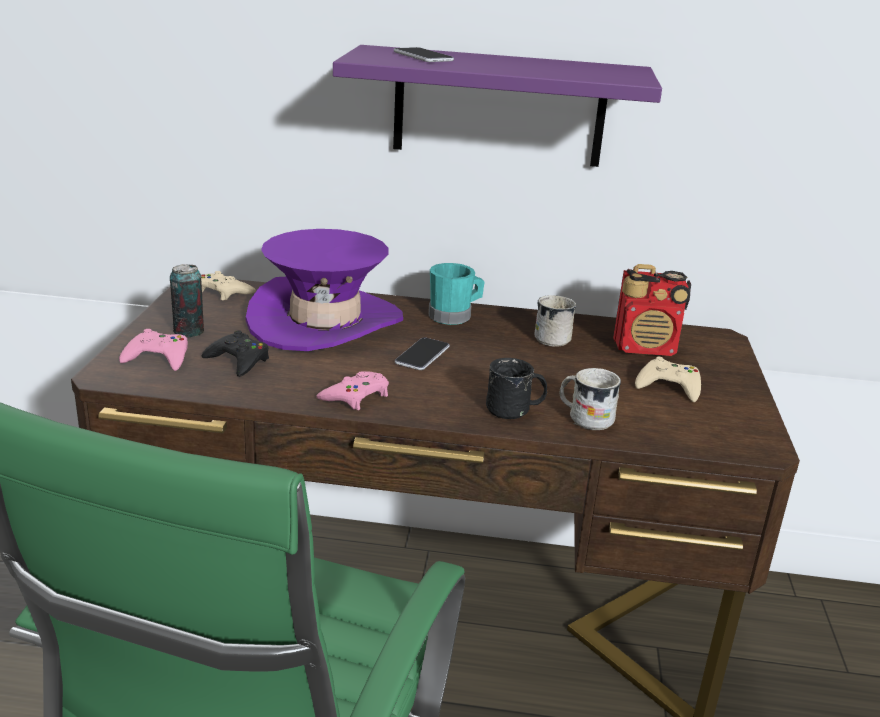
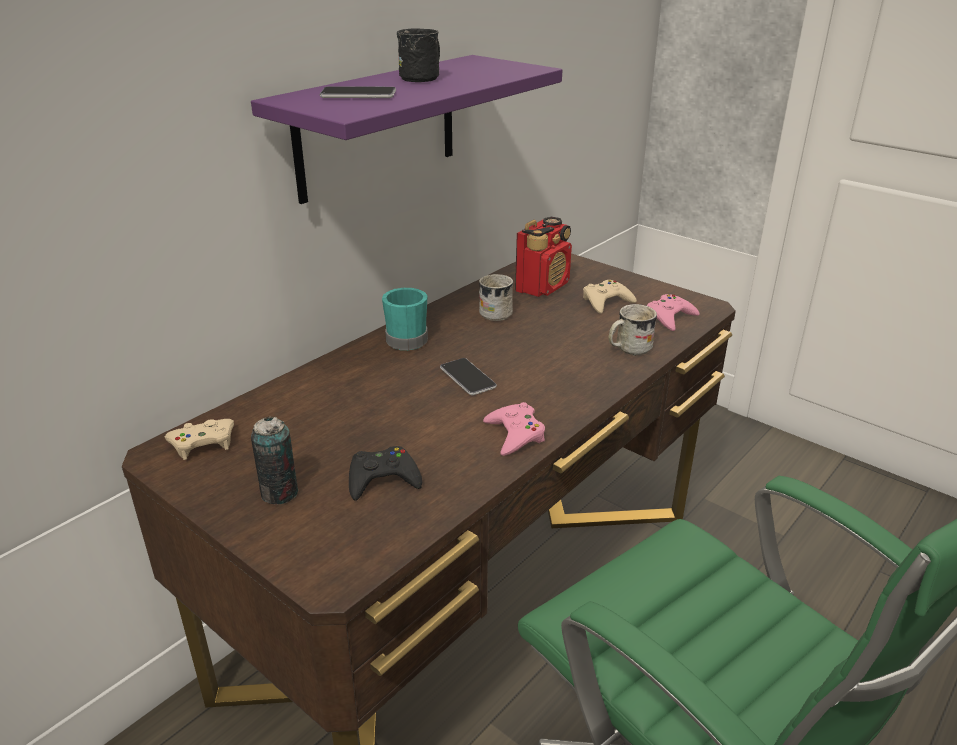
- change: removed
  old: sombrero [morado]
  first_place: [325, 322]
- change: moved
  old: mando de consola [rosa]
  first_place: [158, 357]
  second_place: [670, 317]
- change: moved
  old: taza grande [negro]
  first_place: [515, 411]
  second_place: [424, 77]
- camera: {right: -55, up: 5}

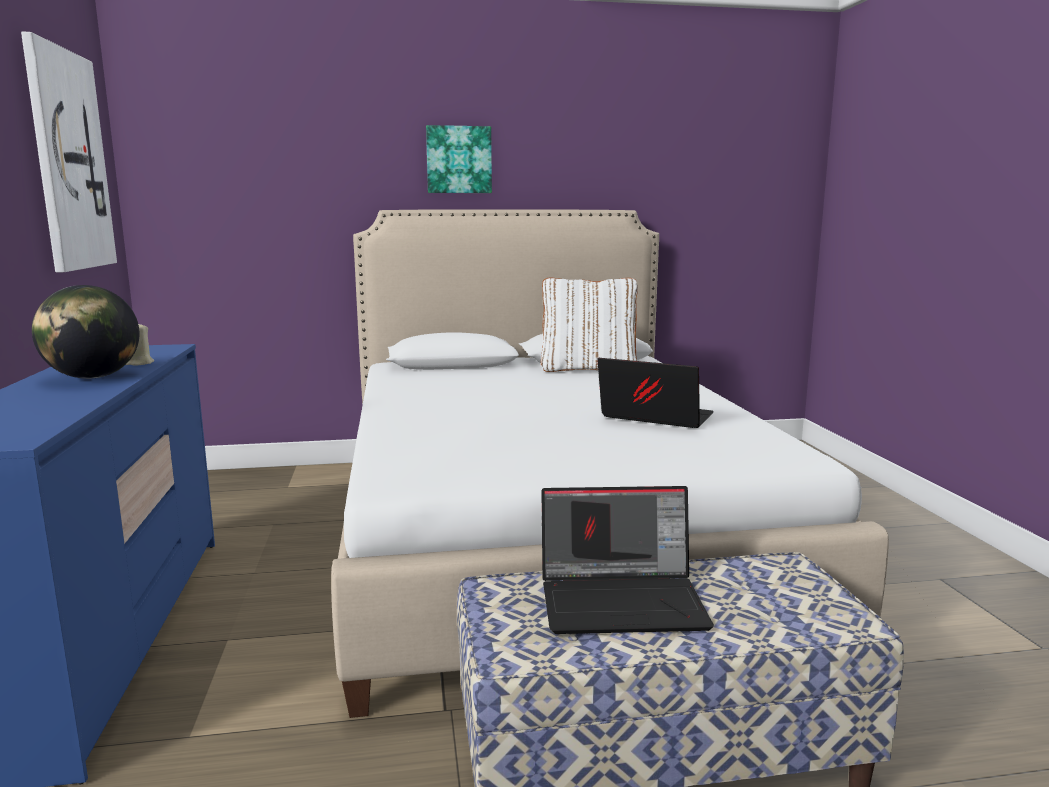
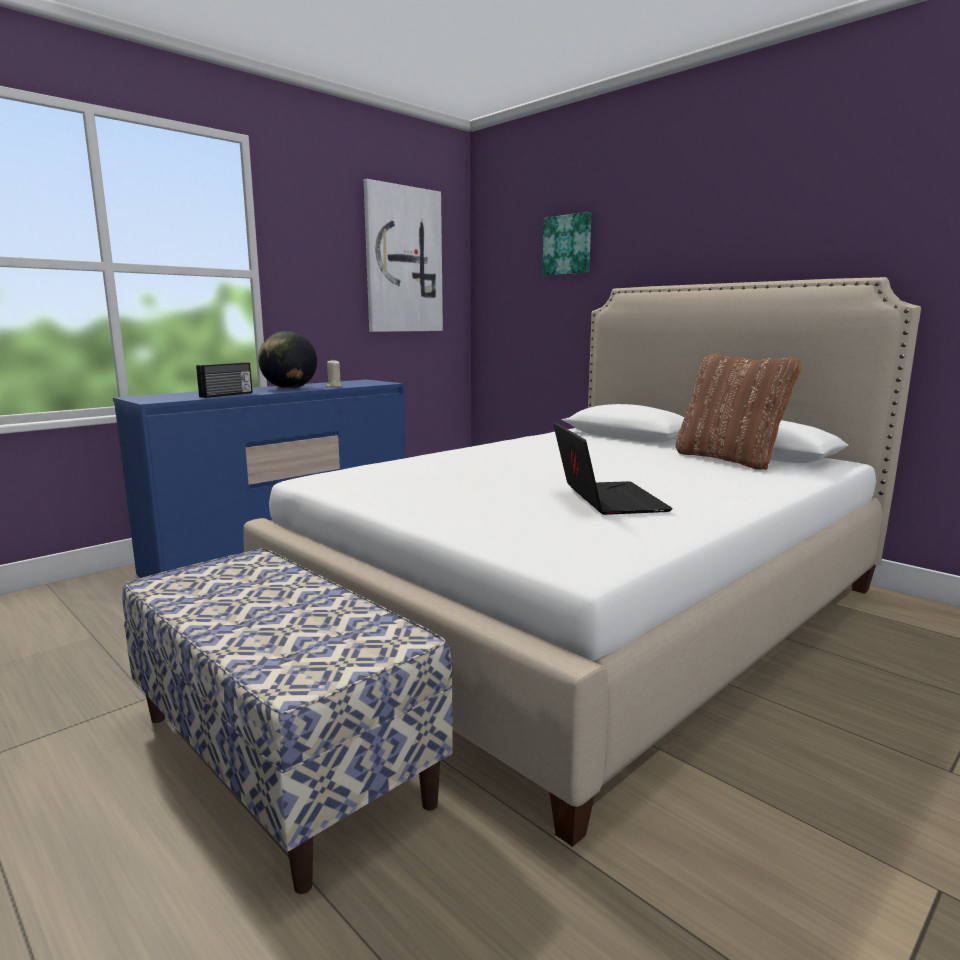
- change: removed
  old: portátil
  first_place: [623, 600]
- change: added
  new: radio
  second_place: [227, 395]
- change: moved
  old: cuadro
  first_place: [459, 160]
  second_place: [568, 245]
- change: recoloured
  old: cojín [blanco]
  new: cojín [marrón]
  first_place: [588, 369]
  second_place: [729, 459]
- camera: {right: 55, up: 0}

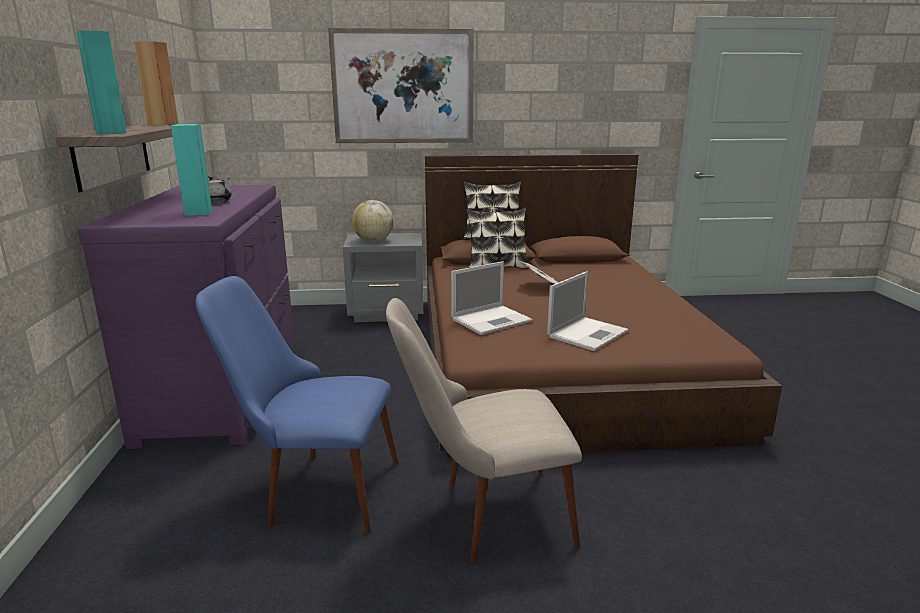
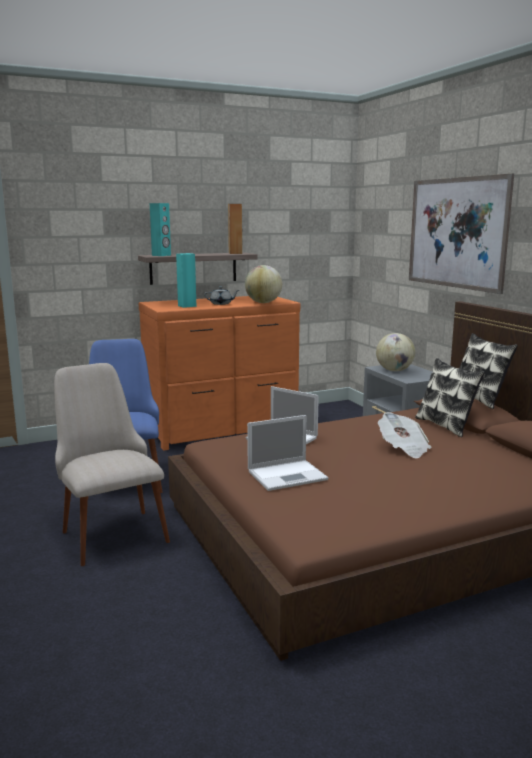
- change: added
  new: globo terráqueo
  second_place: [263, 303]
- change: recoloured
  old: cómoda [morado]
  new: cómoda [naranja]
  first_place: [226, 389]
  second_place: [223, 430]
- change: turned
  old: portátil
  first_place: [588, 333]
  second_place: [288, 475]
  degrees: -45
- camera: {right: 70, up: -5}

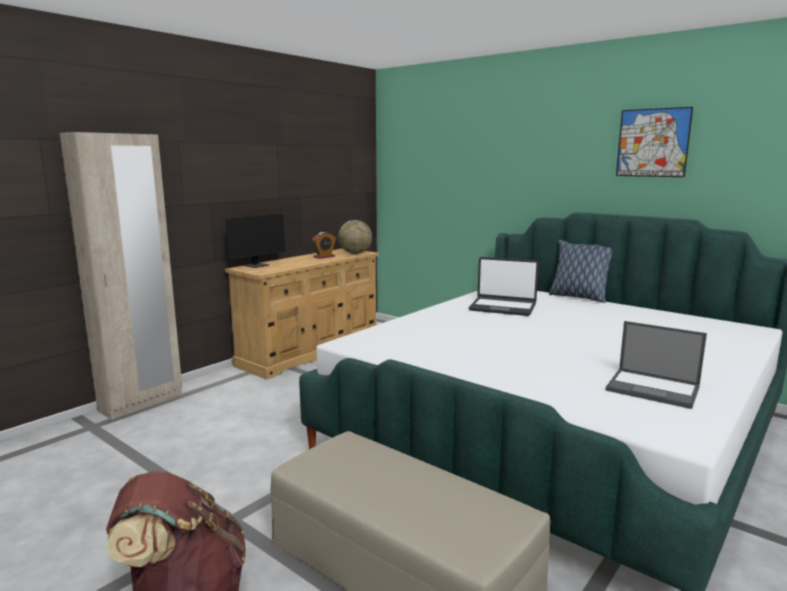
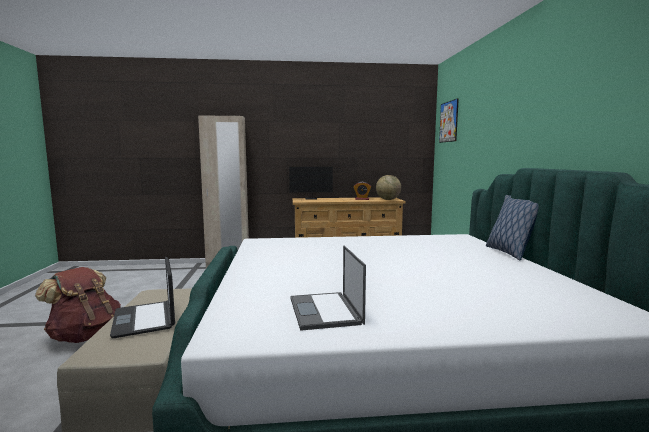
- change: moved
  old: portátil
  first_place: [502, 307]
  second_place: [145, 319]
- change: moved
  old: cuadro
  first_place: [652, 143]
  second_place: [448, 121]
- camera: {right: 45, up: -5}

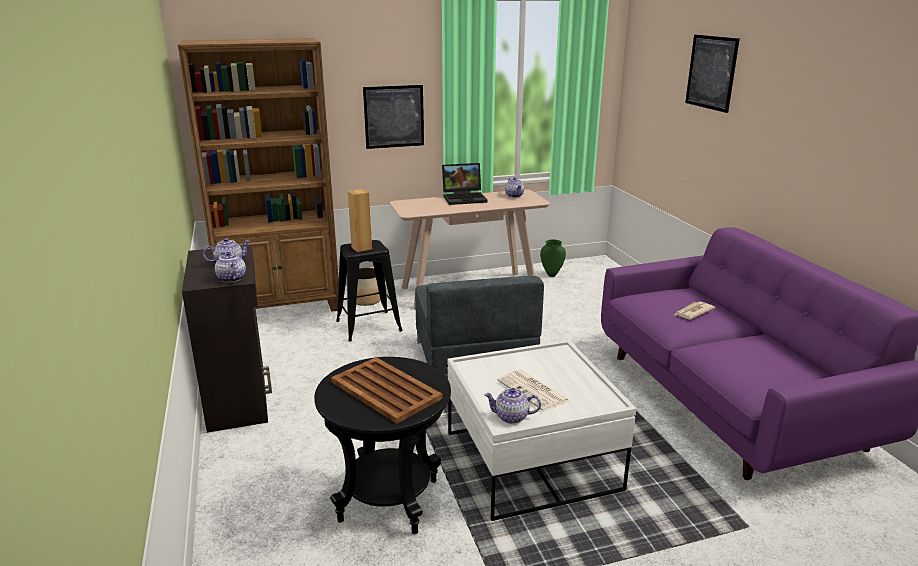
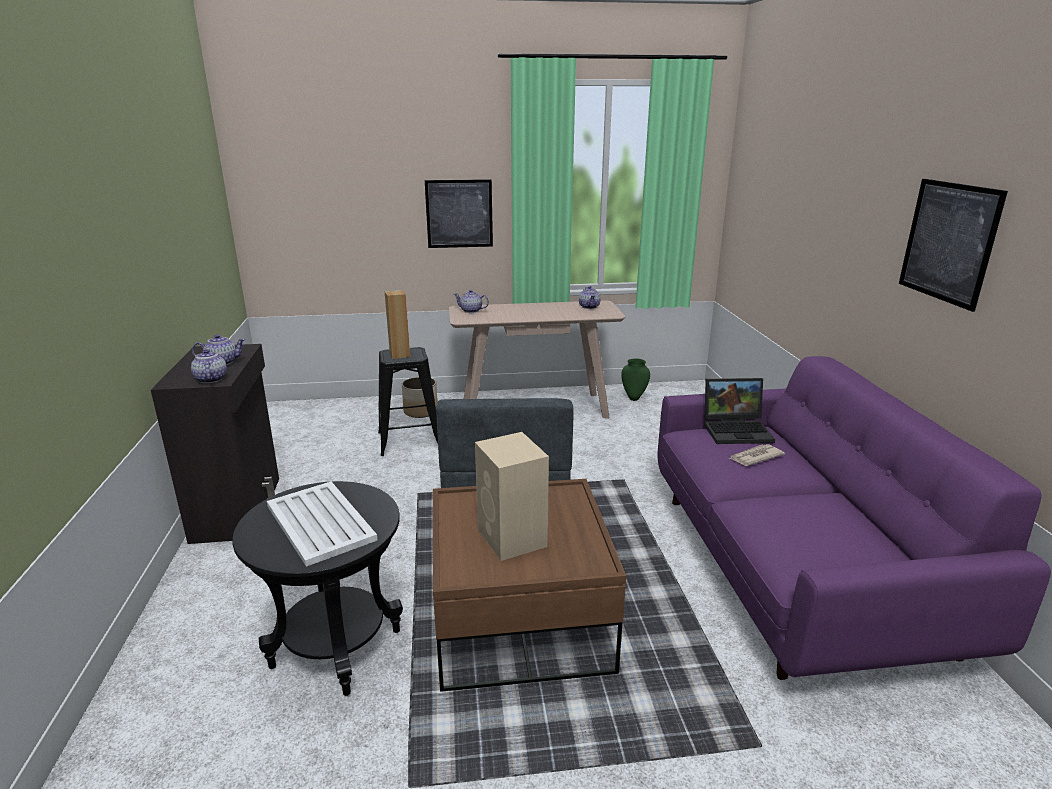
- change: removed
  old: estantería [marrón]
  first_place: [282, 307]
- change: moved
  old: portátil
  first_place: [465, 198]
  second_place: [737, 430]
- change: moved
  old: tetera
  first_place: [512, 417]
  second_place: [471, 311]
- change: moved
  old: cuadro
  first_place: [711, 72]
  second_place: [948, 242]
- change: replaced
  old: periódico
  new: altavoz [beis]
  first_place: [534, 391]
  second_place: [512, 539]
- change: recoloured
  old: bandeja [marrón]
  new: bandeja [blanco]
  first_place: [386, 390]
  second_place: [320, 523]
- change: recoloured
  old: mesa de centro [blanco]
  new: mesa de centro [marrón]
  first_place: [532, 461]
  second_place: [520, 620]
- camera: {right: 10, up: 0}

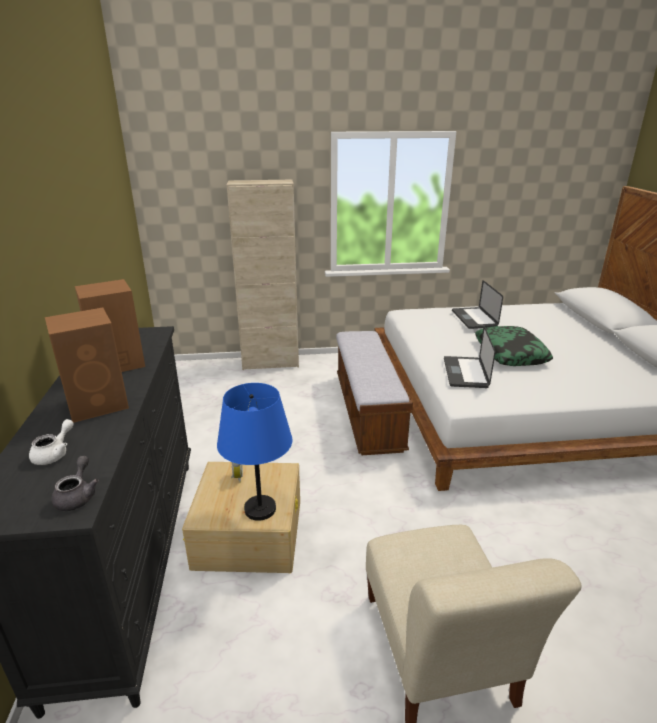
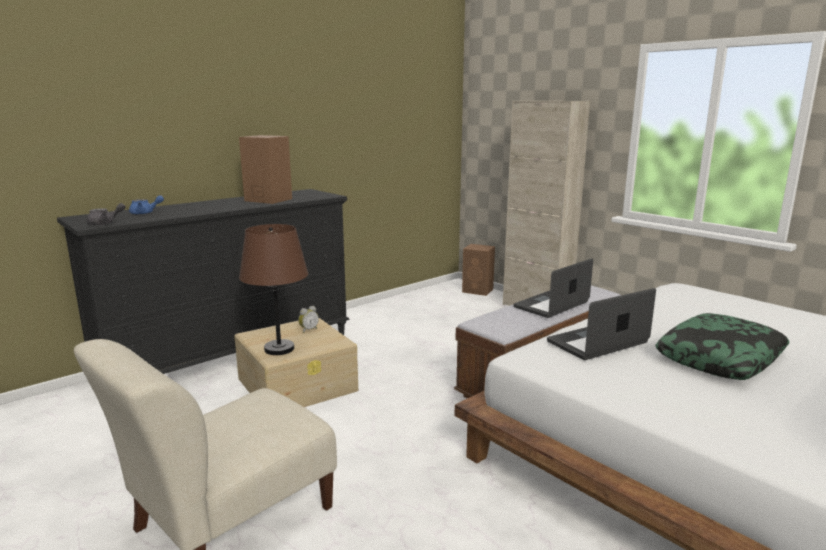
- change: moved
  old: altavoz [marrón]
  first_place: [99, 404]
  second_place: [478, 290]
- change: moved
  old: portátil
  first_place: [474, 319]
  second_place: [551, 305]
- change: recoloured
  old: tetera [blanco]
  new: tetera [azul]
  first_place: [55, 454]
  second_place: [145, 213]
- change: recoloured
  old: lámpara de mesa [azul]
  new: lámpara de mesa [marrón]
  first_place: [260, 508]
  second_place: [279, 349]
- camera: {right: 55, up: -10}

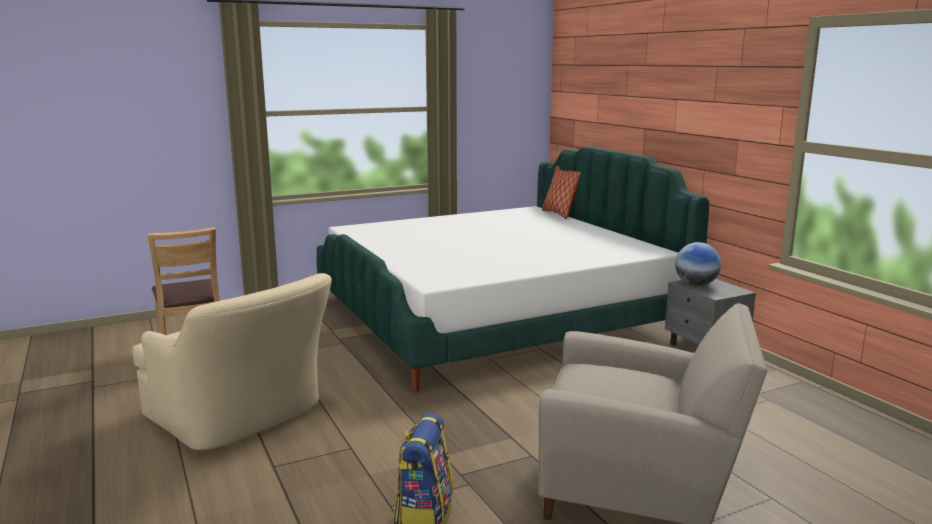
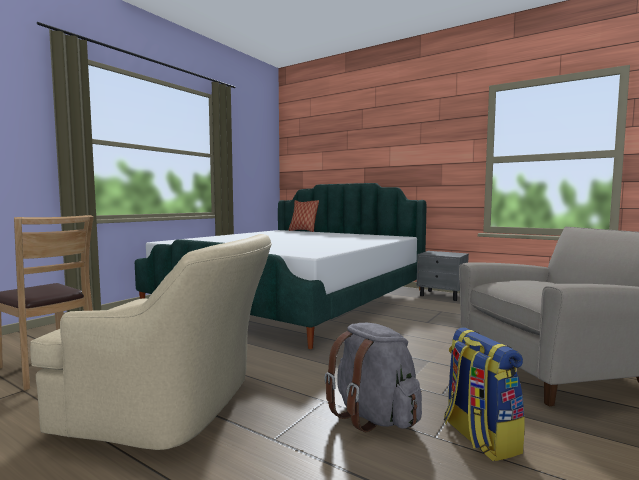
- change: removed
  old: globo terráqueo
  first_place: [696, 284]
- change: added
  new: mochila [gris]
  second_place: [373, 416]
- camera: {right: -30, up: -10}

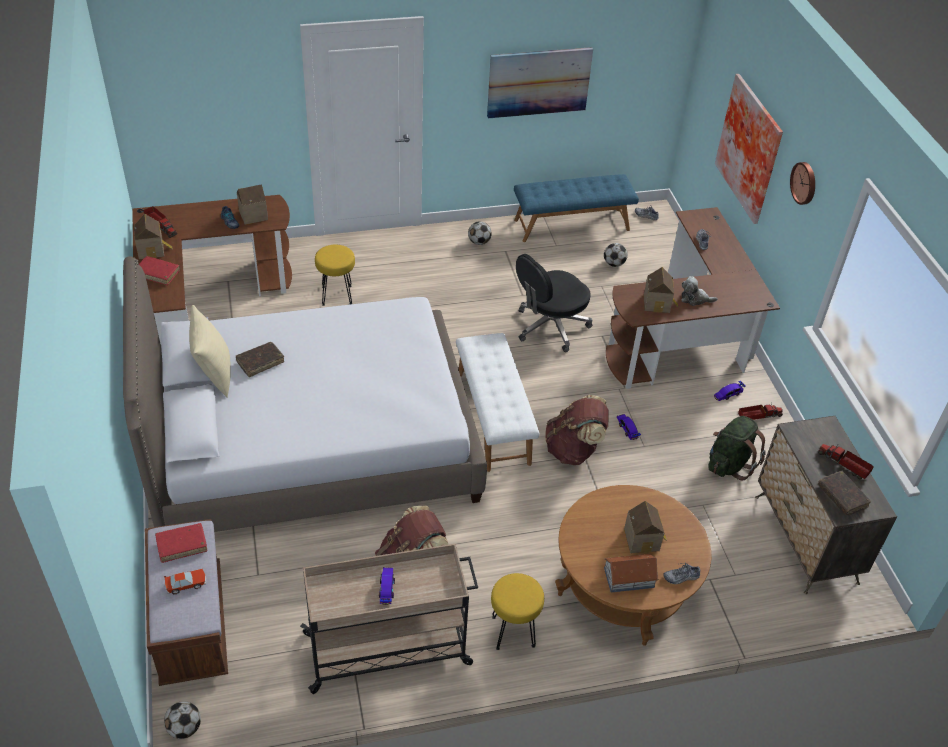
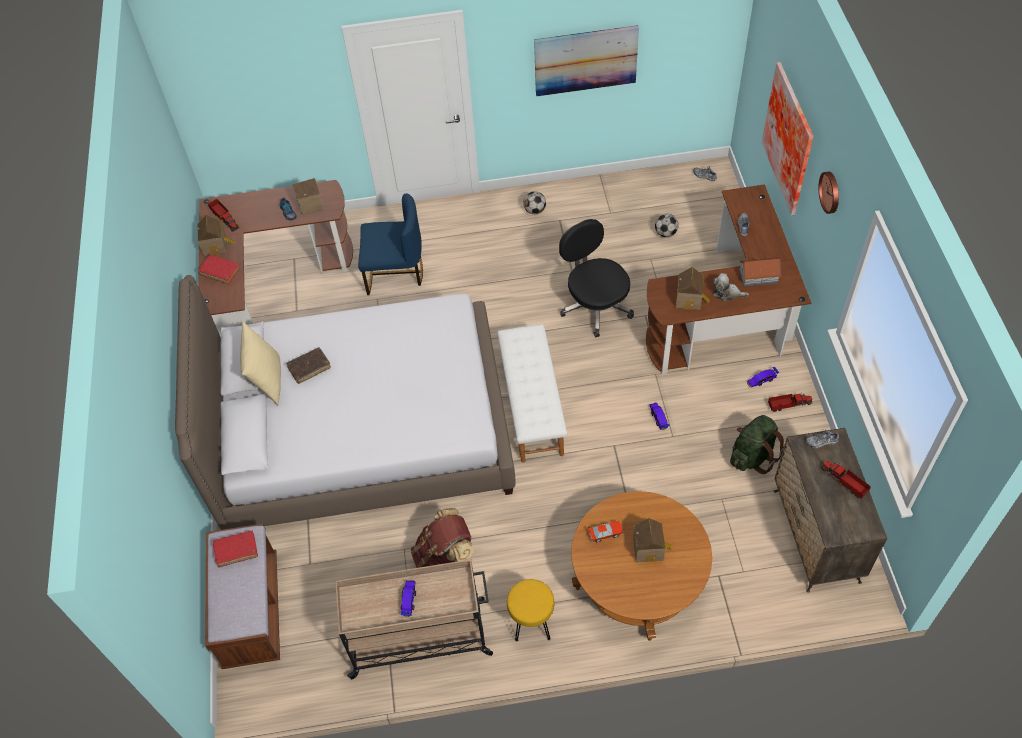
- change: removed
  old: balón de fútbol
  first_place: [185, 728]
- change: removed
  old: banco [azul]
  first_place: [571, 224]
- change: removed
  old: mochila [marrón]
  first_place: [573, 450]
- change: removed
  old: libro [marrón]
  first_place: [842, 496]
- change: moved
  old: coche de juguete
  first_place: [186, 584]
  second_place: [605, 533]
- change: moved
  old: casita
  first_place: [628, 577]
  second_place: [757, 275]
- change: moved
  old: zapato
  first_place: [681, 577]
  second_place: [821, 441]
- change: replaced
  old: taburete [amarillo]
  new: silla [azul]
  first_place: [337, 295]
  second_place: [395, 273]
- change: turned
  old: silla de oficina [negro]
  first_place: [550, 327]
  second_place: [595, 306]
  degrees: 90
- camera: {right: 10, up: 10}

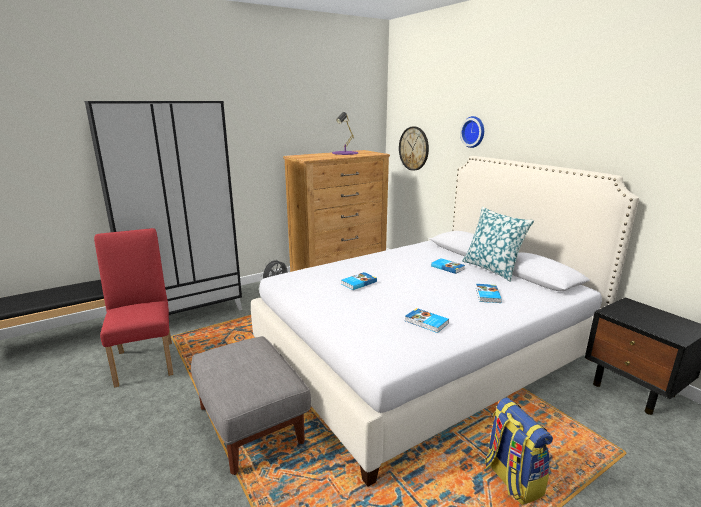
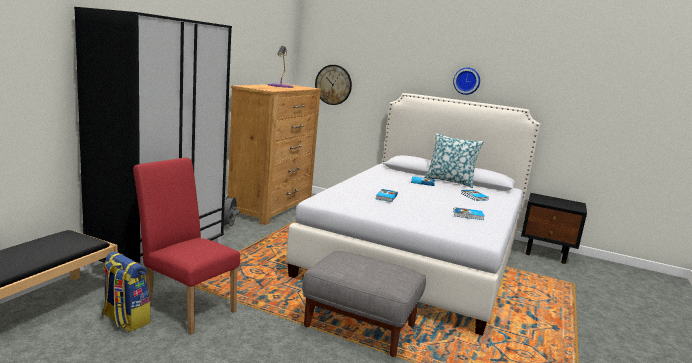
- change: moved
  old: reloj de pared
  first_place: [474, 132]
  second_place: [467, 81]
- change: moved
  old: mochila
  first_place: [511, 479]
  second_place: [125, 320]
- camera: {right: -35, up: -5}

